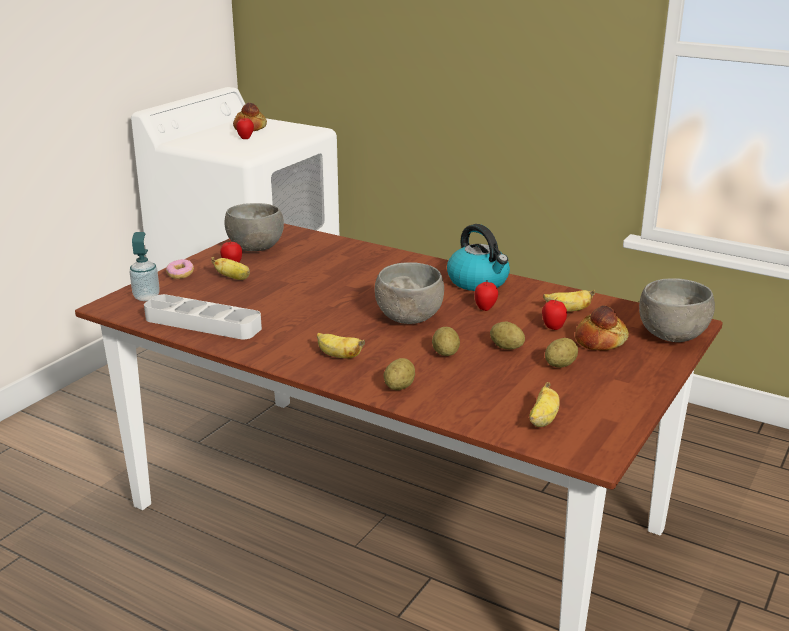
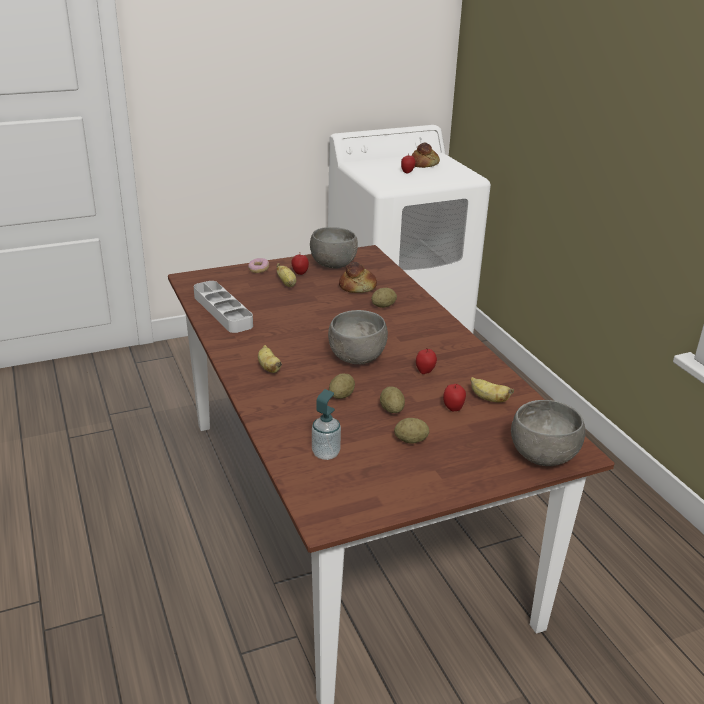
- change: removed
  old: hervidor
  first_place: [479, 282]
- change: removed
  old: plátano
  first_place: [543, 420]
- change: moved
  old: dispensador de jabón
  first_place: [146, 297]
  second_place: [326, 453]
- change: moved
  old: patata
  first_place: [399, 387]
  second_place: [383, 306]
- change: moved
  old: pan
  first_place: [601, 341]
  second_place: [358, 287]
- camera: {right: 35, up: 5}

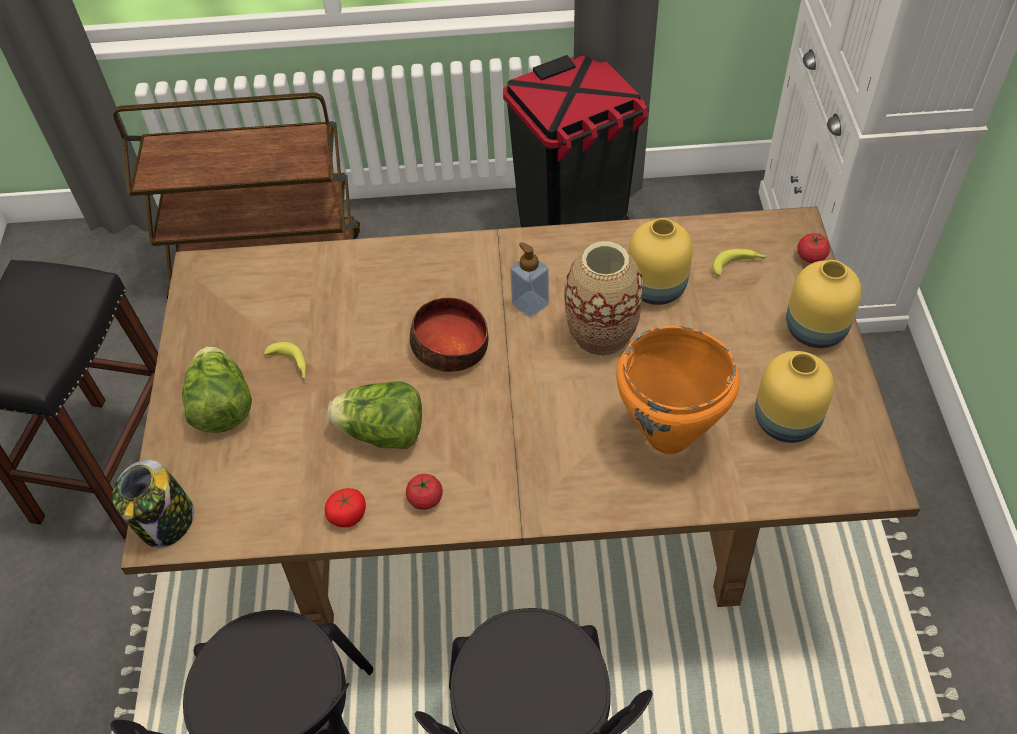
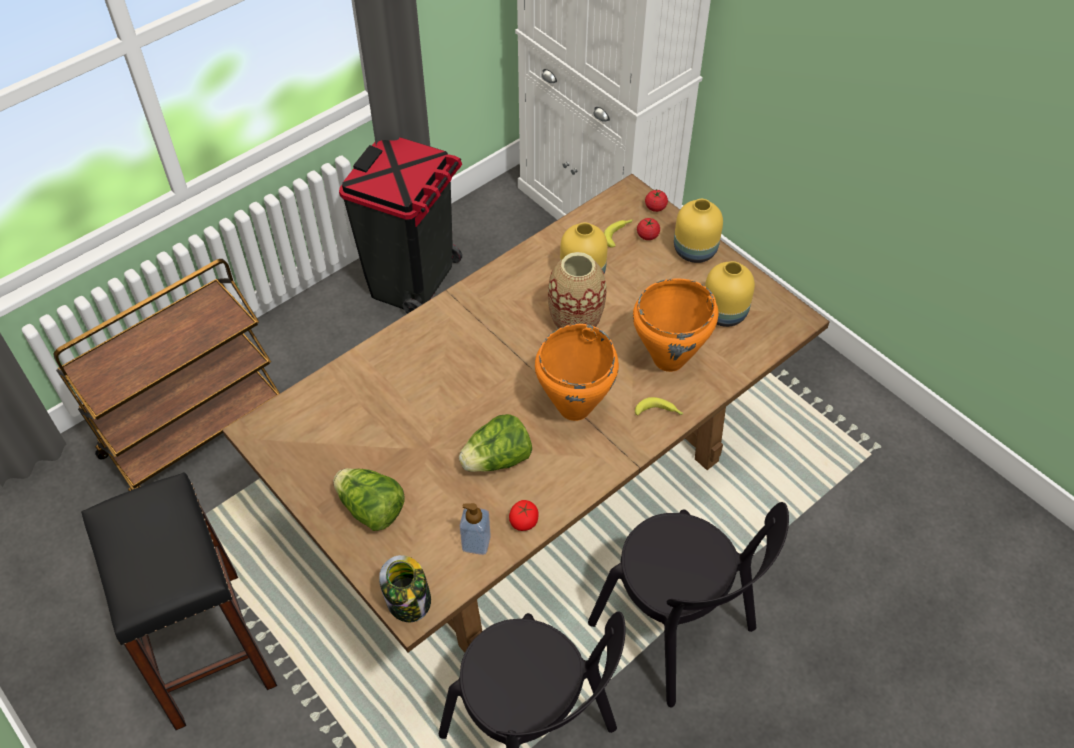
- change: removed
  old: cuenco
  first_place: [451, 347]
- change: added
  new: olla [naranja]
  second_place: [573, 408]
- change: moved
  old: plátano
  first_place: [291, 365]
  second_place: [659, 412]
- change: moved
  old: tomate
  first_place: [425, 499]
  second_place: [647, 236]
- change: moved
  old: dispensador de jabón
  first_place: [530, 304]
  second_place: [476, 543]
- camera: {right: -40, up: 0}

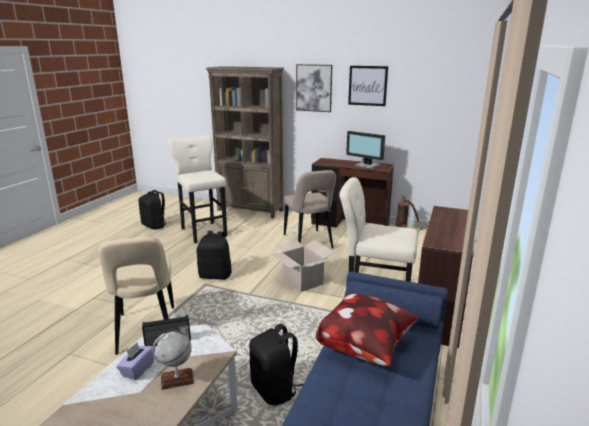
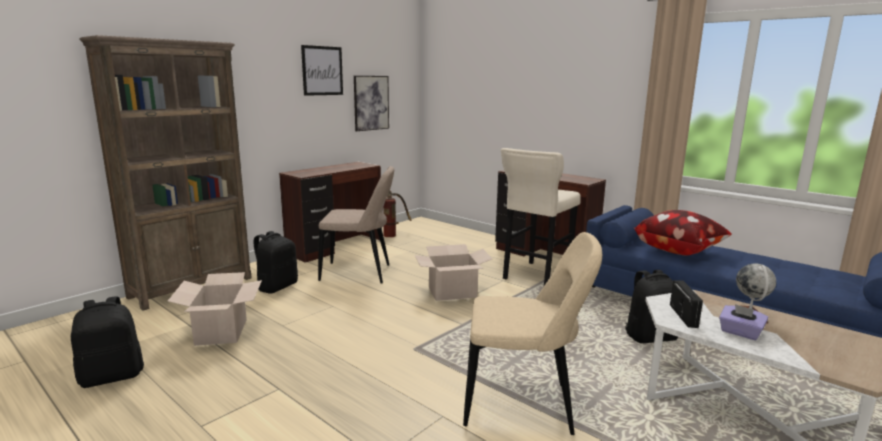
- change: removed
  old: monitor
  first_place: [367, 165]
- change: moved
  old: mochila [negro]
  first_place: [215, 275]
  second_place: [277, 287]
- change: moved
  old: cuadro
  first_place: [314, 88]
  second_place: [371, 103]
- change: replaced
  old: taburete [beis]
  new: caja de cartón
  first_place: [203, 231]
  second_place: [221, 332]
- camera: {right: -70, up: -5}

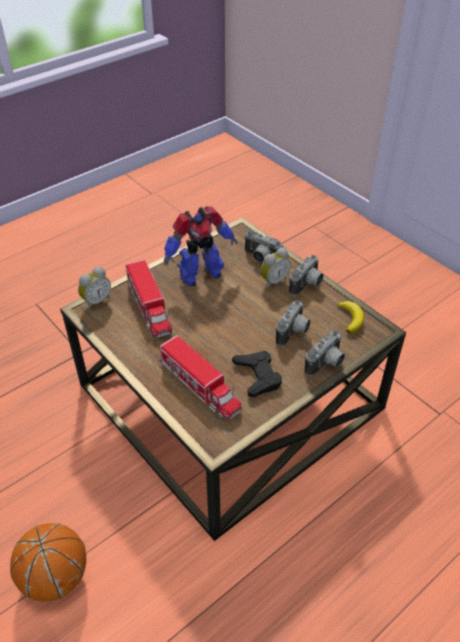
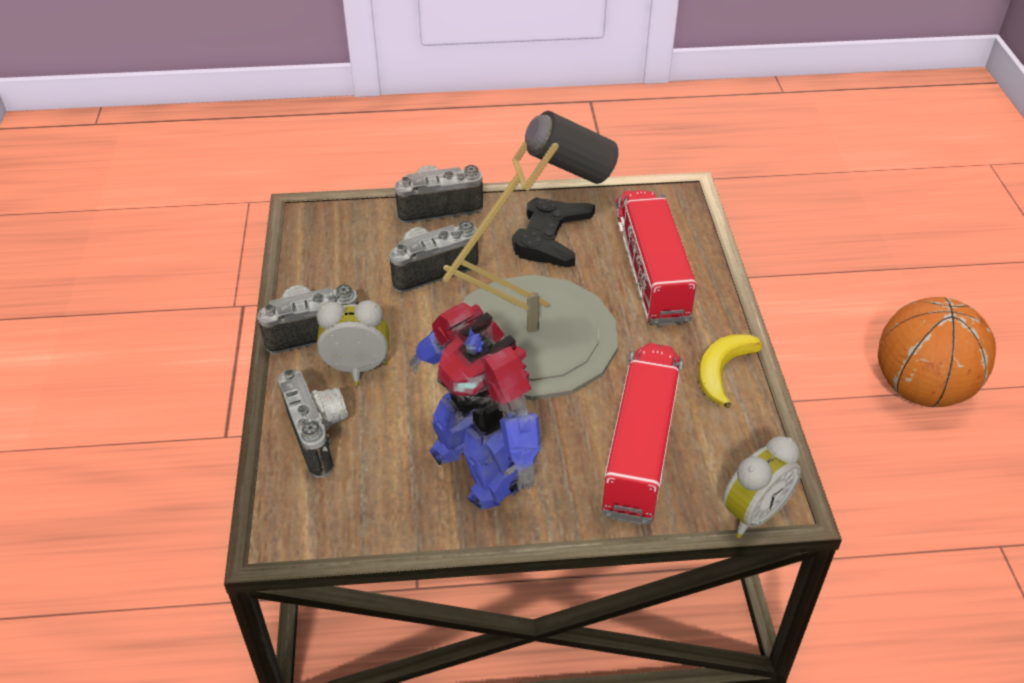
- change: added
  new: lámpara de mesa [gris]
  second_place: [532, 335]
- change: moved
  old: plátano
  first_place: [351, 318]
  second_place: [725, 371]
- change: turned
  old: despertador
  first_place: [96, 301]
  second_place: [750, 512]
  degrees: 150
- change: turned
  old: robot de juguete
  first_place: [199, 274]
  second_place: [480, 465]
  degrees: -135
- camera: {right: -145, up: 0}

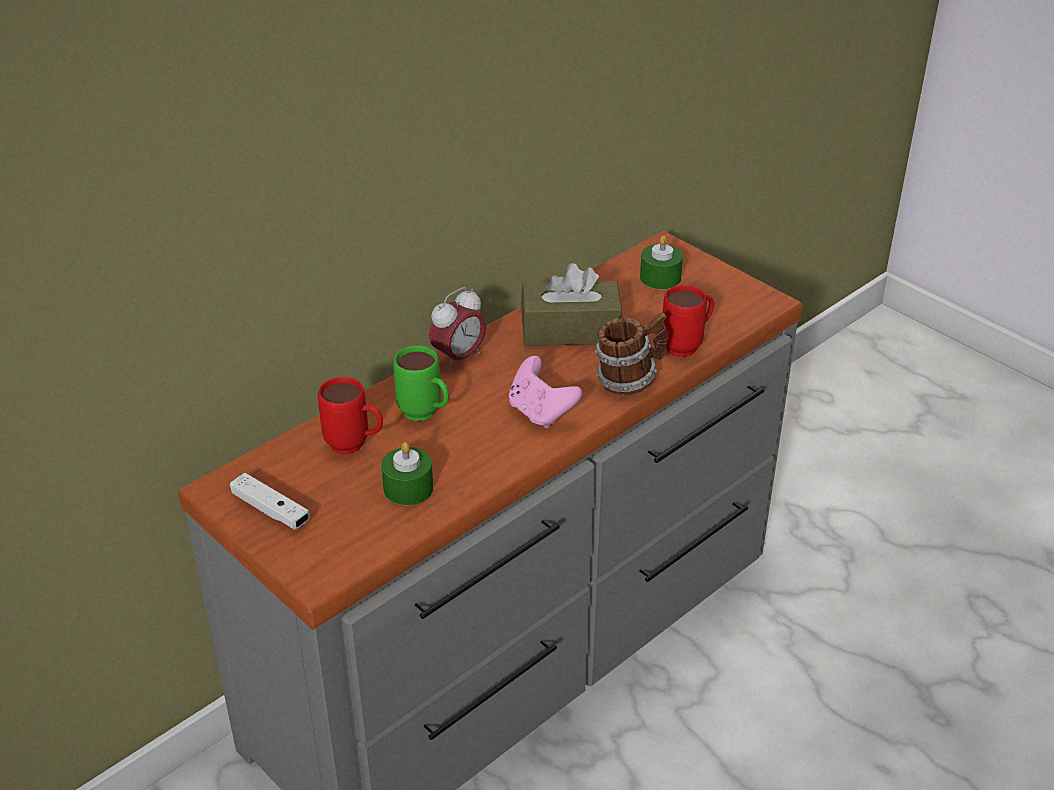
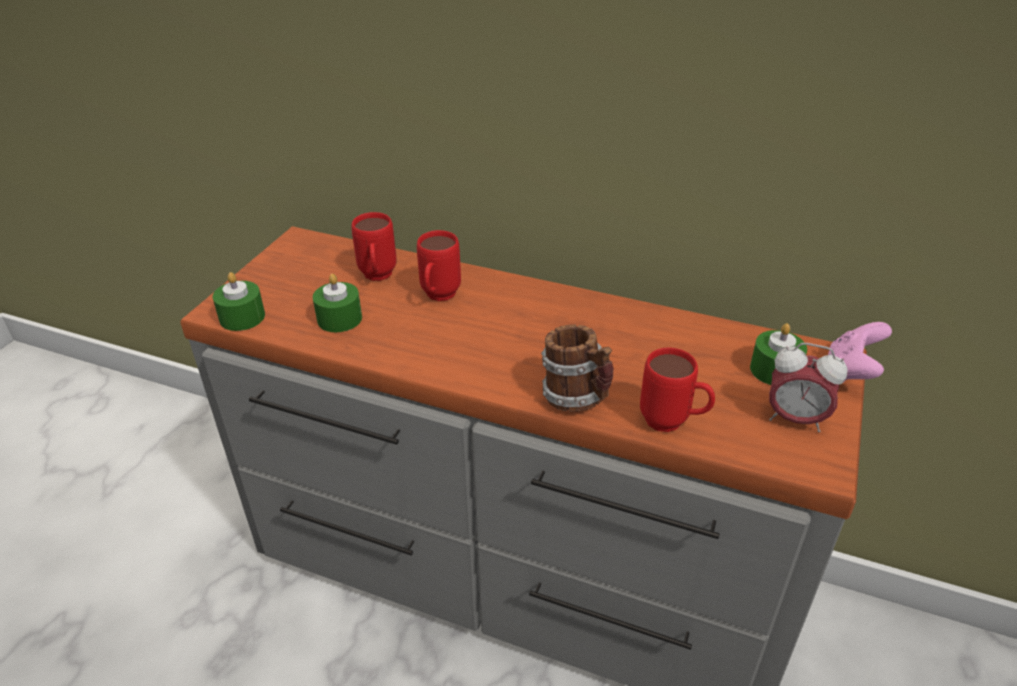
- change: removed
  old: mando de consola [blanco]
  first_place: [270, 510]
- change: removed
  old: caja de pañuelos [marrón]
  first_place: [570, 330]
- change: added
  new: vela [verde]
  second_place: [242, 317]
- change: moved
  old: despertador
  first_place: [458, 357]
  second_place: [795, 419]
- change: moved
  old: mando de consola [rosa]
  first_place: [540, 412]
  second_place: [849, 373]
- change: recoloured
  old: taza grande [verde]
  new: taza grande [rojo]
  first_place: [425, 416]
  second_place: [438, 298]
- camera: {right: 65, up: 0}

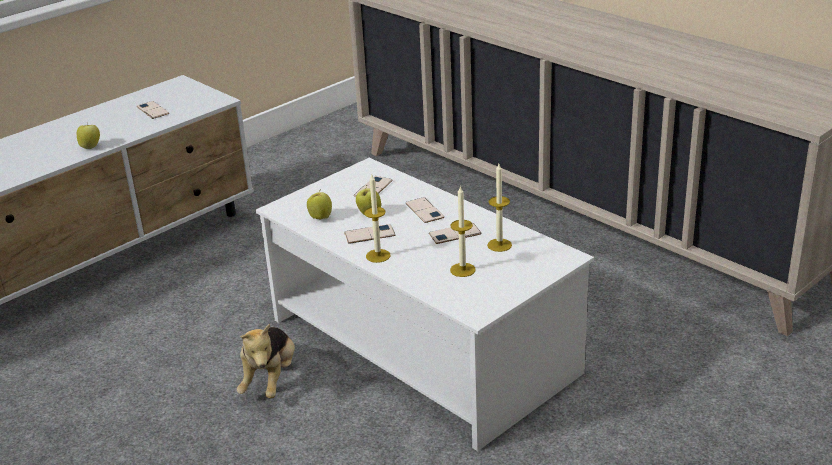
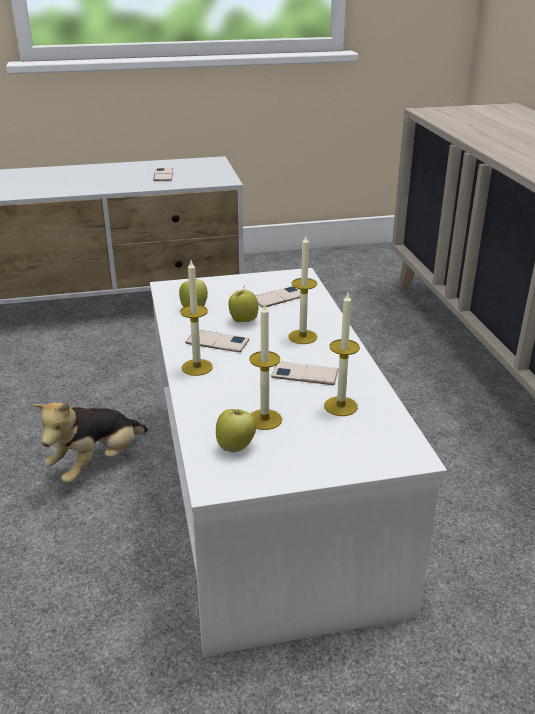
- change: moved
  old: manzana
  first_place: [91, 147]
  second_place: [236, 447]
- change: replaced
  old: móvil
  new: vela
  first_place: [424, 210]
  second_place: [302, 337]
- camera: {right: 30, up: 0}

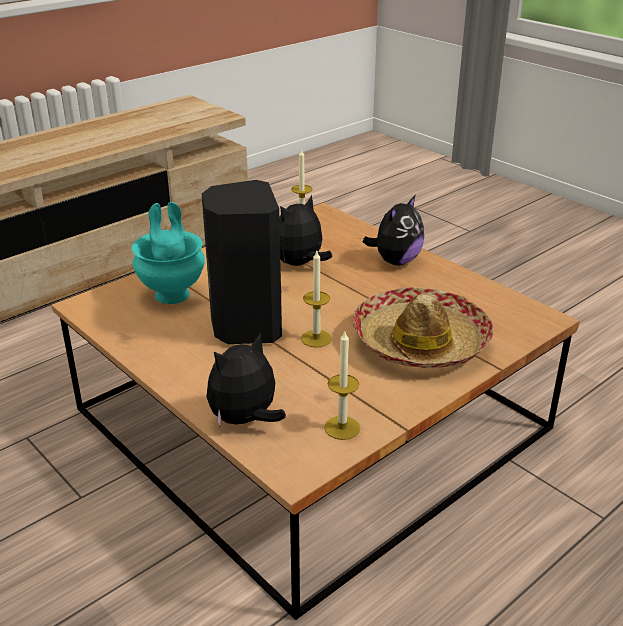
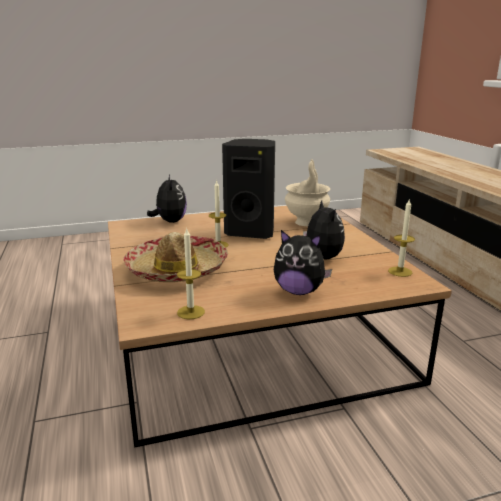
- change: moved
  old: vela
  first_place: [342, 428]
  second_place: [191, 312]
- change: recoloured
  old: florero [turquesa]
  new: florero [beis]
  first_place: [173, 294]
  second_place: [306, 222]
- change: turned
  old: peluche
  first_place: [395, 261]
  second_place: [299, 291]
  degrees: -45
- camera: {right: 115, up: -10}

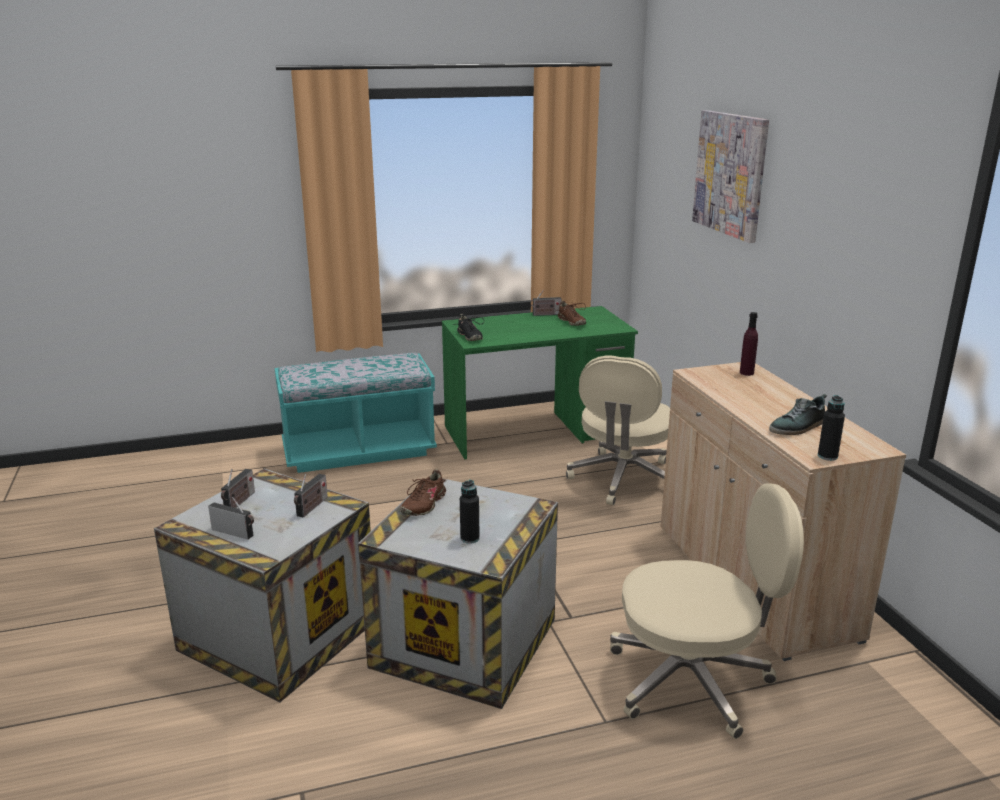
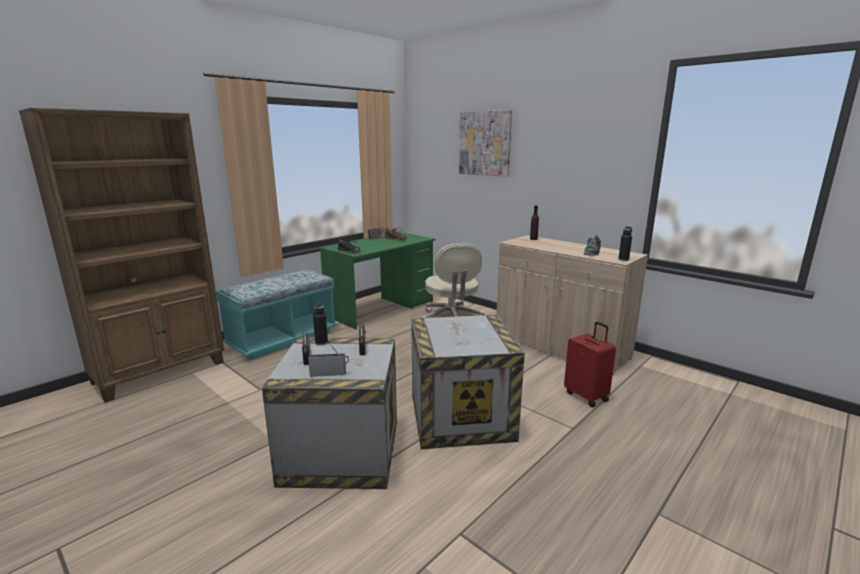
- change: removed
  old: zapato [marrón]
  first_place: [423, 504]
- change: added
  new: estantería [marrón]
  second_place: [161, 372]
- change: moved
  old: botella [negro]
  first_place: [470, 538]
  second_place: [321, 342]
- change: replaced
  old: silla de oficina [beis]
  new: maleta [rojo]
  first_place: [692, 680]
  second_place: [587, 396]
- camera: {right: -30, up: -5}

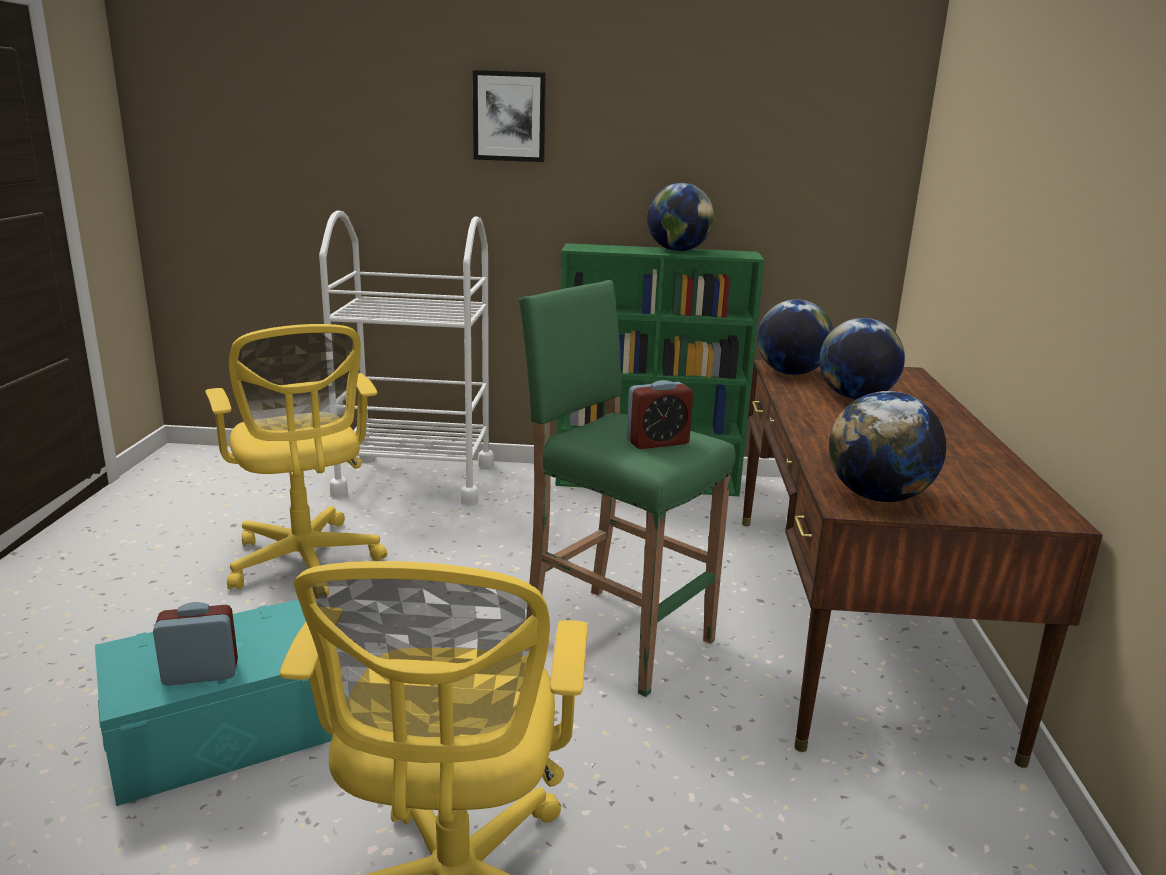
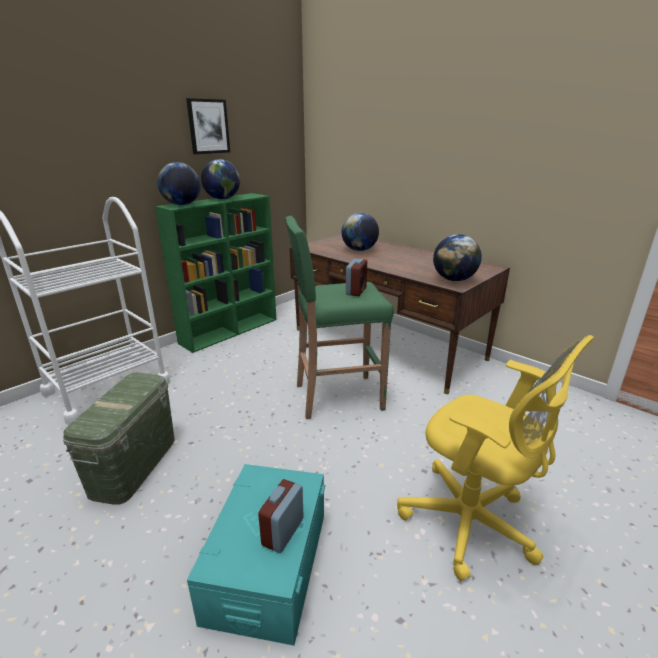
- change: moved
  old: cuadro
  first_place: [509, 116]
  second_place: [208, 126]
- change: moved
  old: globo terráqueo
  first_place: [790, 373]
  second_place: [182, 205]
- change: replaced
  old: silla de oficina [amarillo]
  new: caja de almacenaje [verde]
  first_place: [306, 564]
  second_place: [134, 465]
- camera: {right: -50, up: 5}

